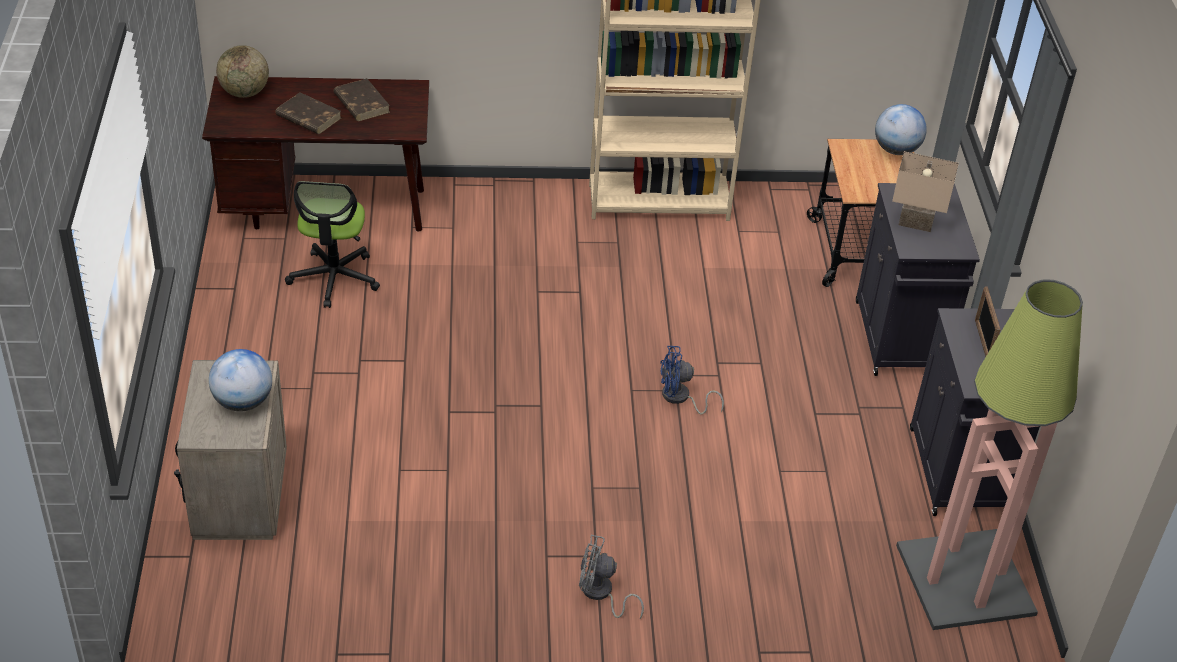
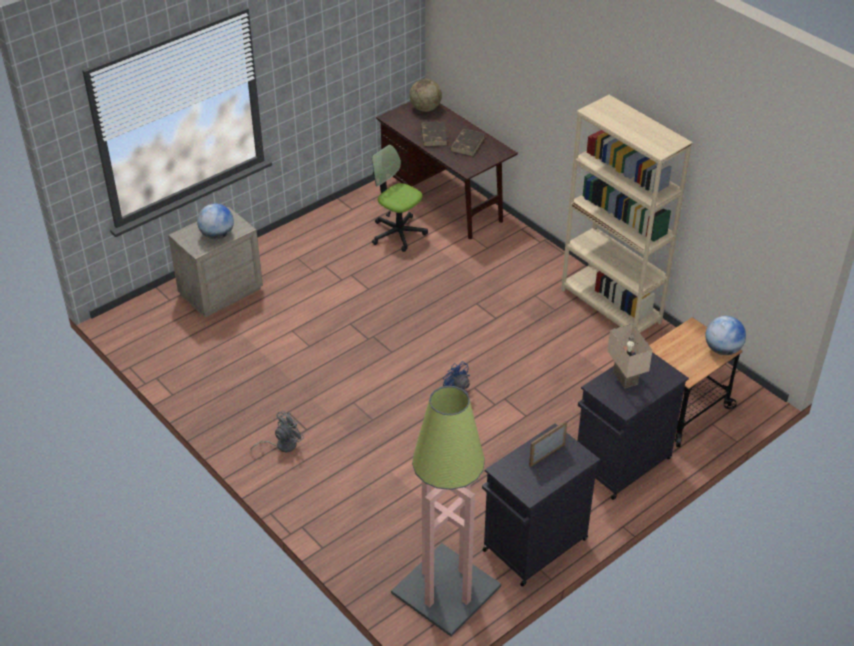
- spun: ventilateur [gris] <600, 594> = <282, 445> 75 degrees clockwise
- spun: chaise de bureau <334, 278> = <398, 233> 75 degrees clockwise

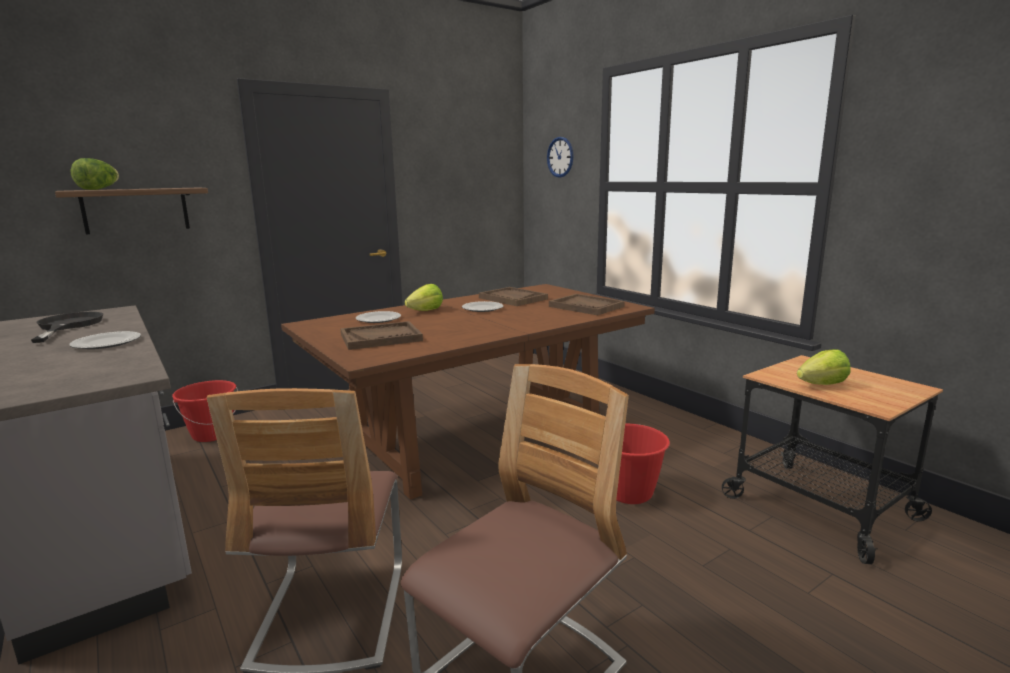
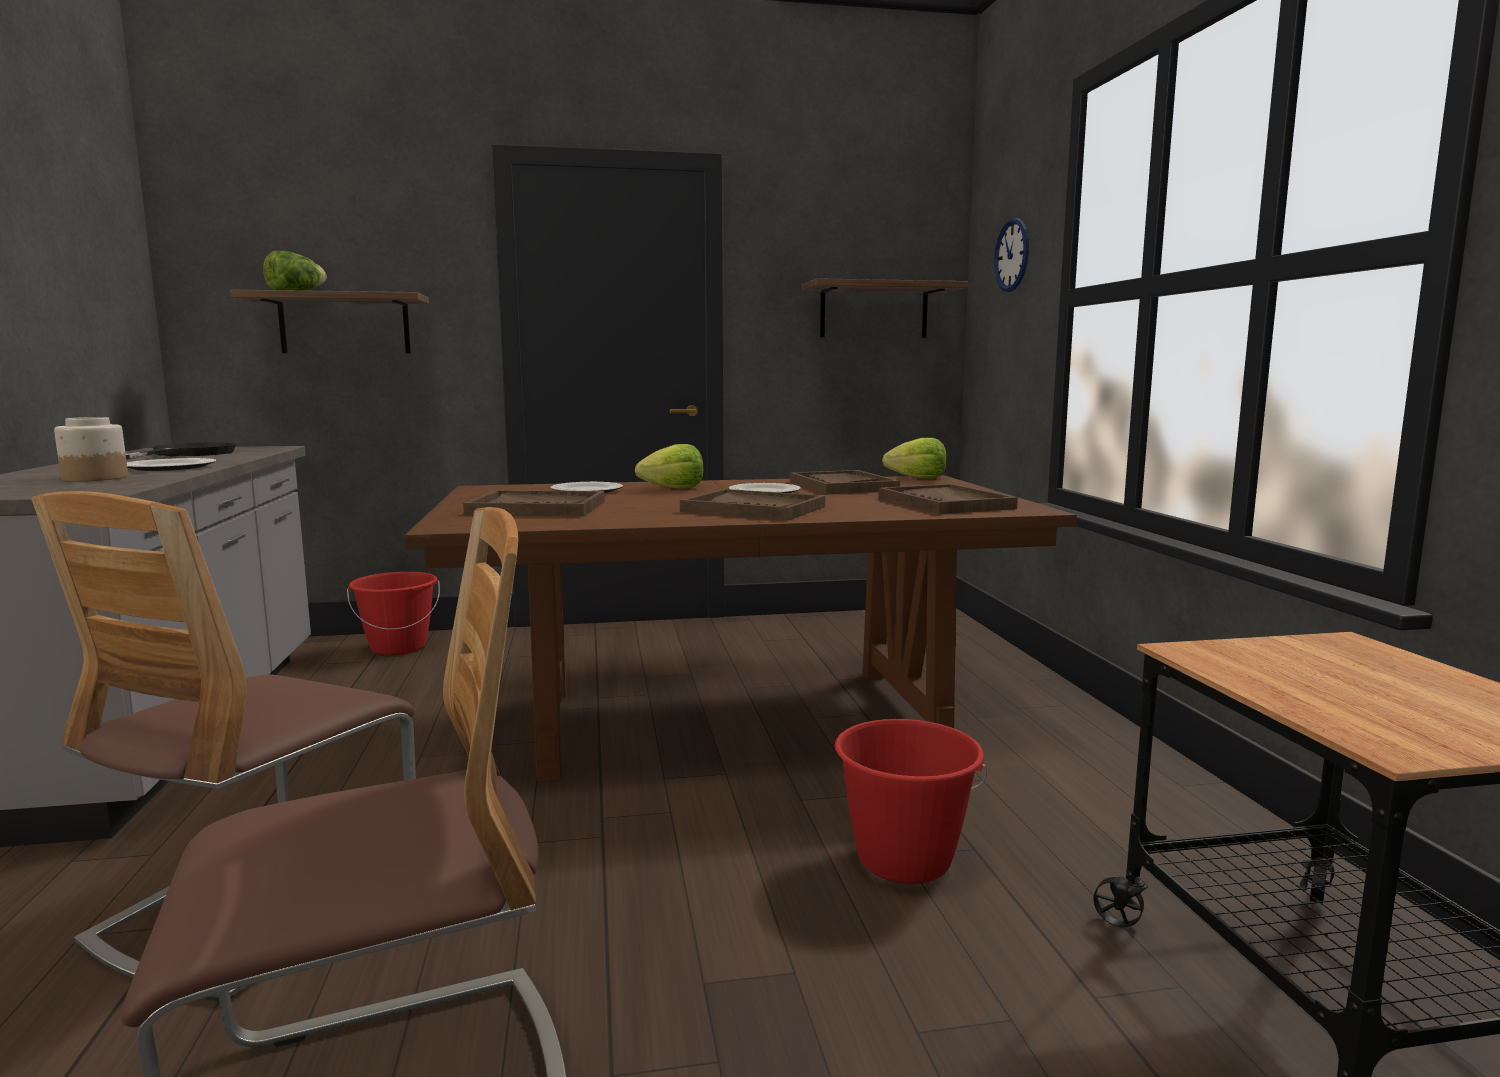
- appeared: bocal <94, 478>
- appeared: plateau [marron] <754, 509>
- appeared: étagère <874, 311>
- relocated: laitue <822, 385> to <918, 478>

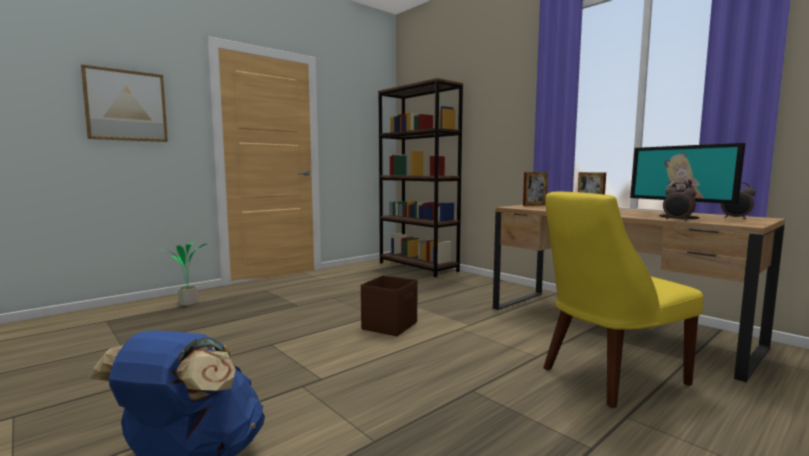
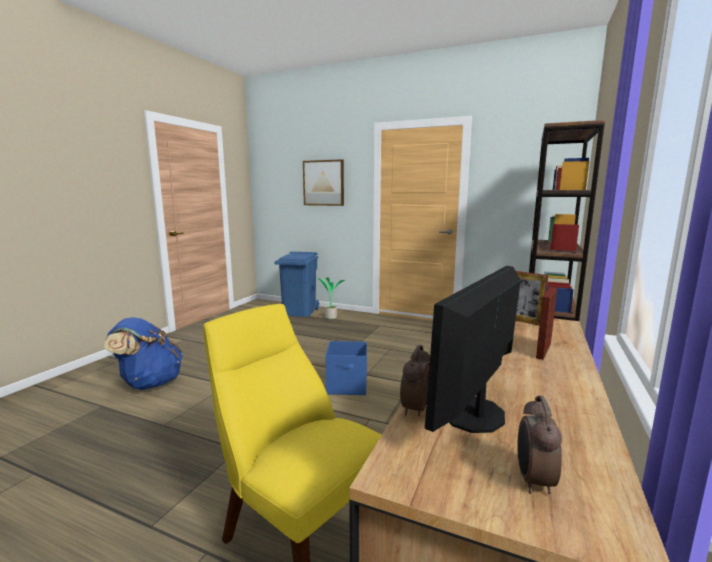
- appeared: poubelle [bleu] <299, 312>
- colour: boîte de rangement [marron] <390, 326> to boîte de rangement [bleu] <347, 386>

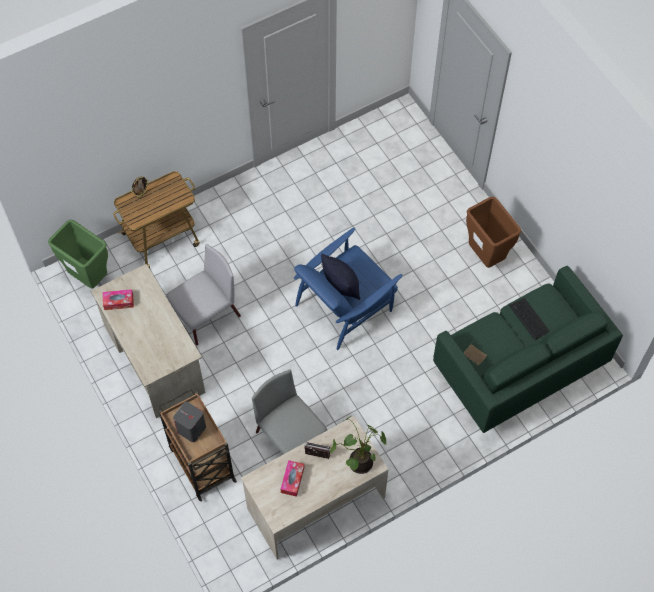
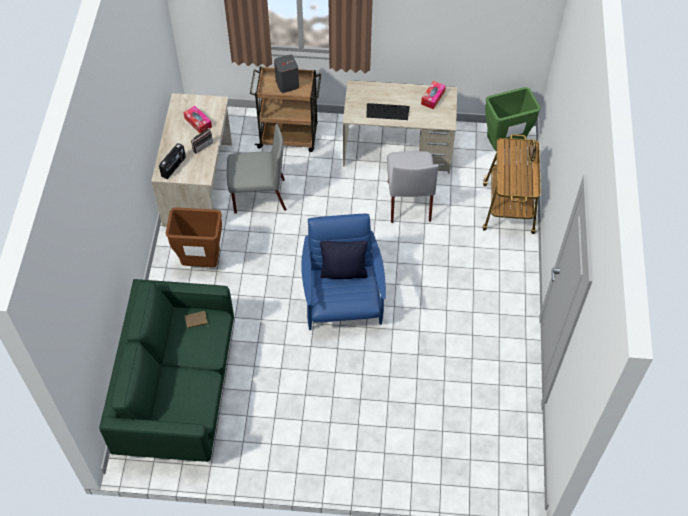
- exchanged: plante en pot <359, 461> to radio <174, 167>
- relocated: poubelle [marron] <486, 257> to <201, 263>
- relocated: clavier <529, 319> to <387, 112>

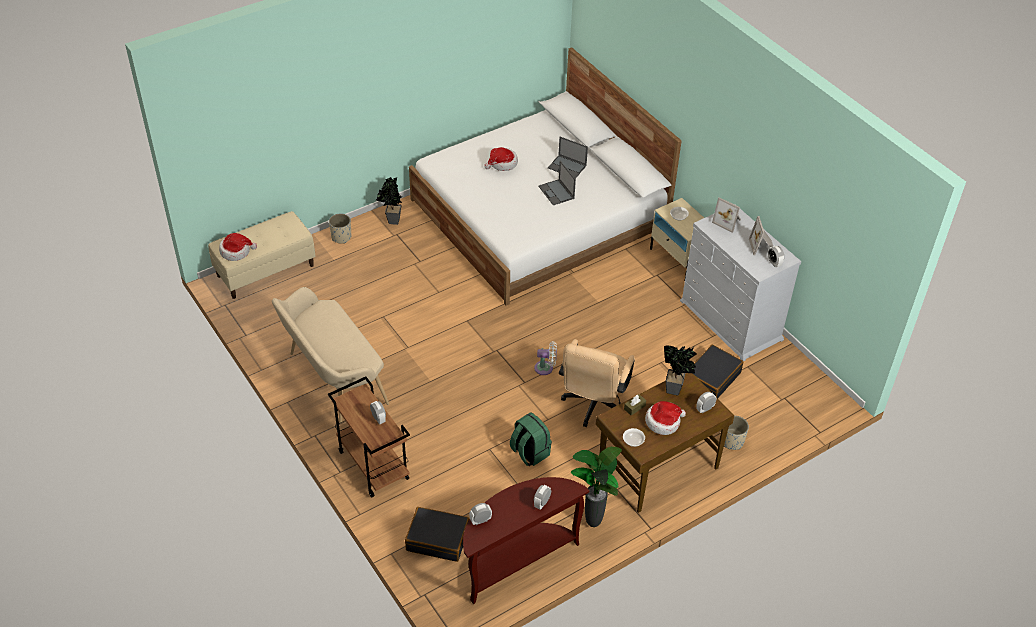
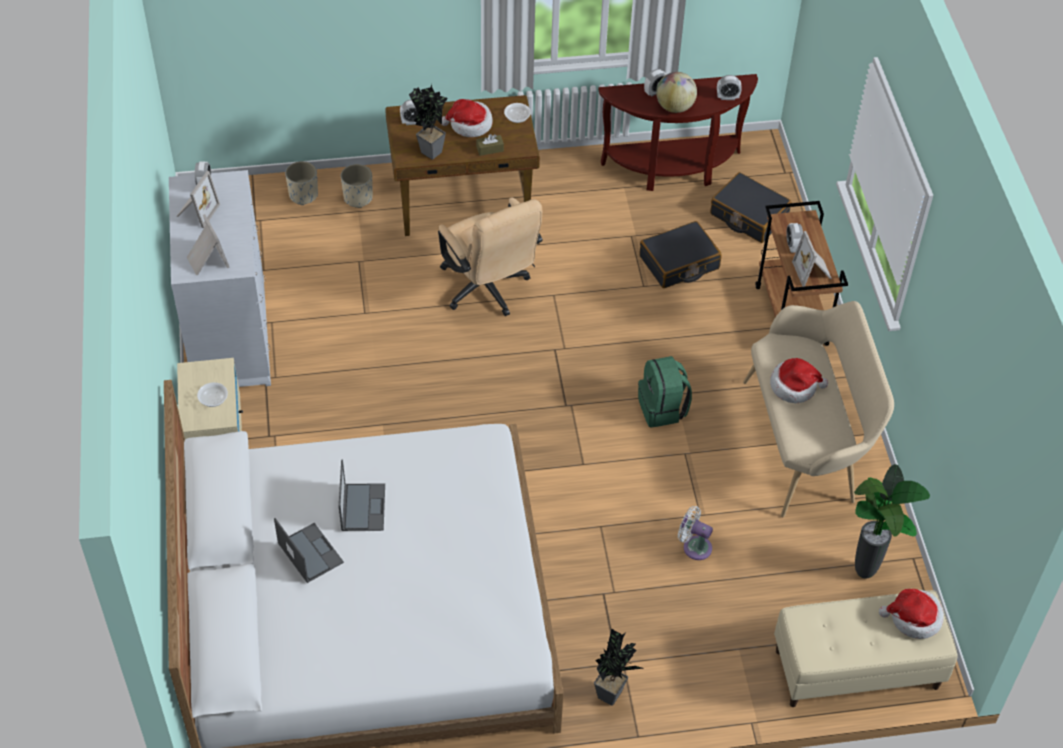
- relocated: cache-pot [beige] <341, 237> to <303, 195>
- spun: chaise de bureau [beige] <593, 406> = <488, 290> 105 degrees clockwise
- relocated: sac à dos [vert] <529, 452> to <662, 409>
- relocated: valise [noir] <712, 378> to <679, 263>
- appeared: globe <675, 107>
- relocated: ventilateur [blanc] <546, 368> to <694, 546>
- relocated: chapeau <502, 164> to <794, 386>
- appeared: cadre photo <813, 271>
- relocated: plante en pot <592, 522> to <866, 573>

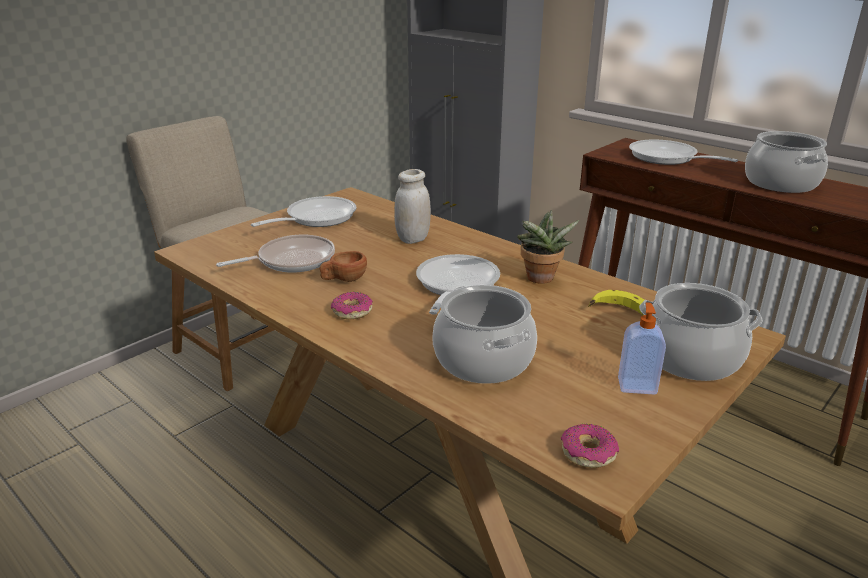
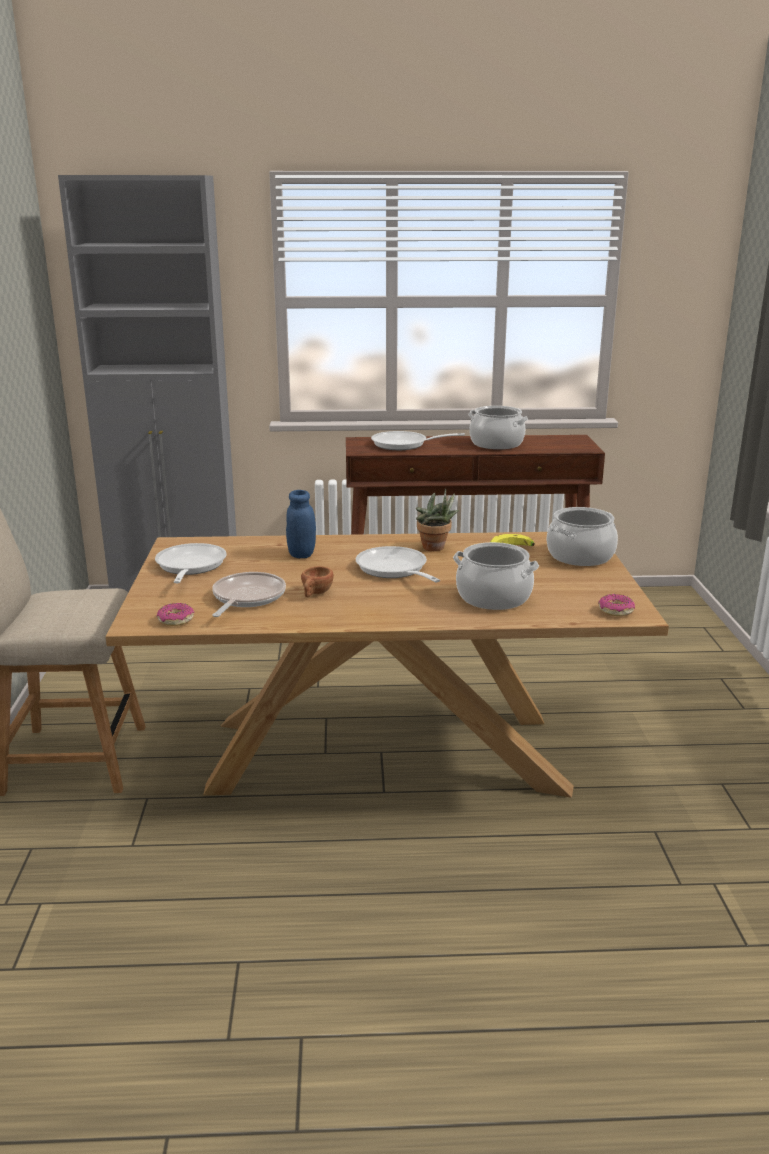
- relocated: beignet <352, 312> to <175, 620>
- colour: bocal [blanc] <413, 239> to bocal [bleu] <301, 554>
- missing: distributeur de savon <636, 385>

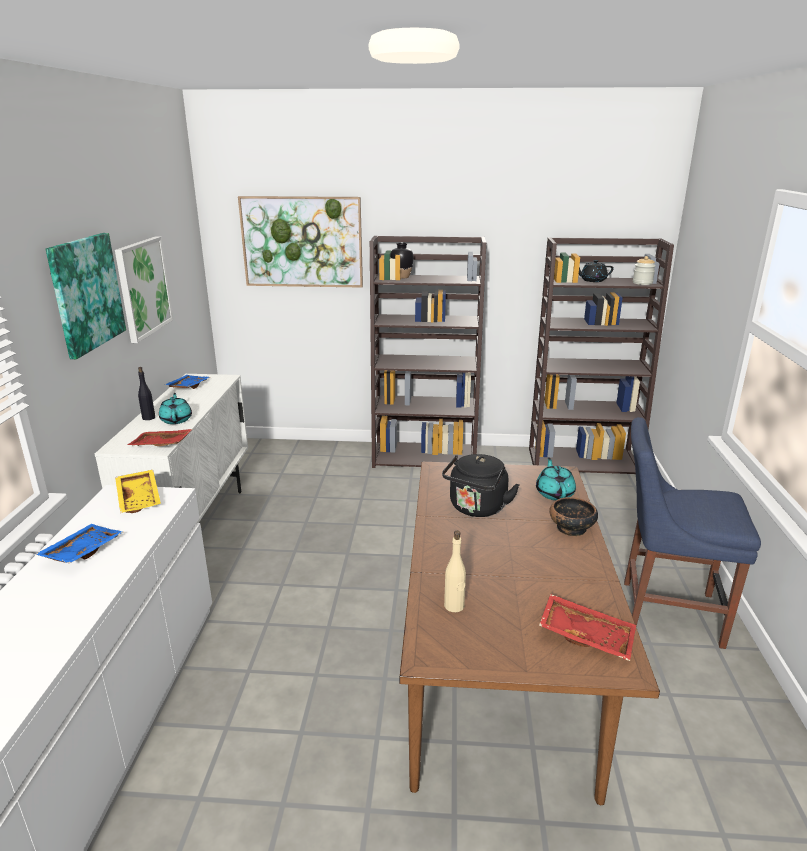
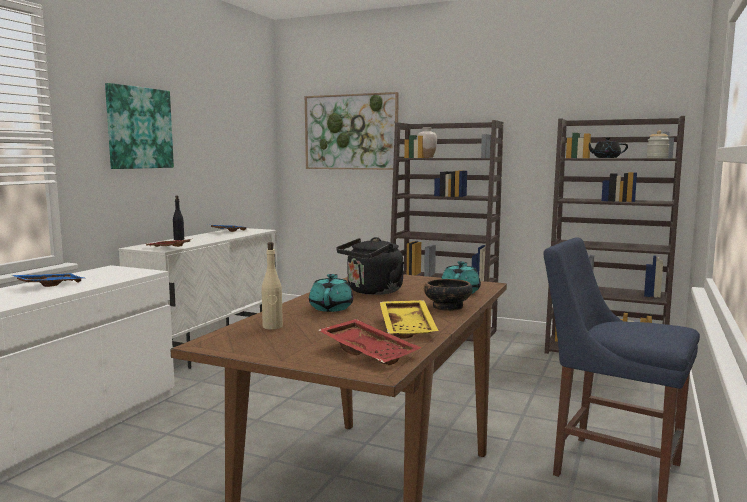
- relocated: théière [turquoise] <176, 419> to <331, 308>
- relocated: plateau [jaune] <140, 498> to <408, 327>
- colour: vase [noir] <401, 277> to vase [blanc] <426, 157>
- missing: tableau <143, 287>

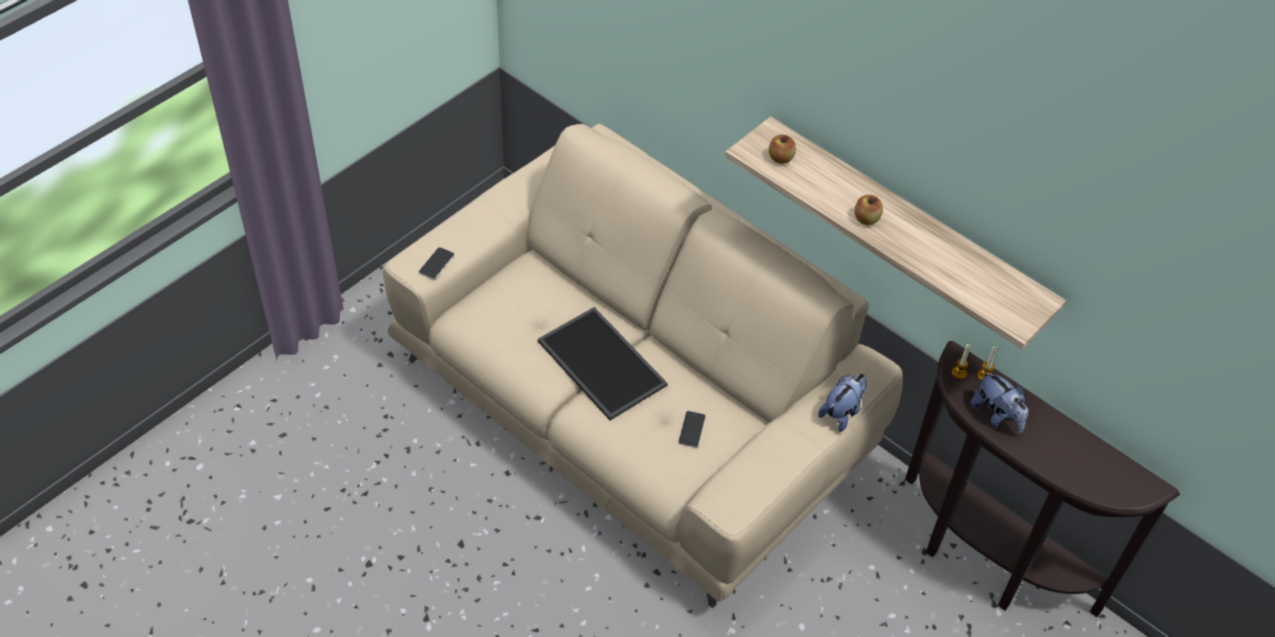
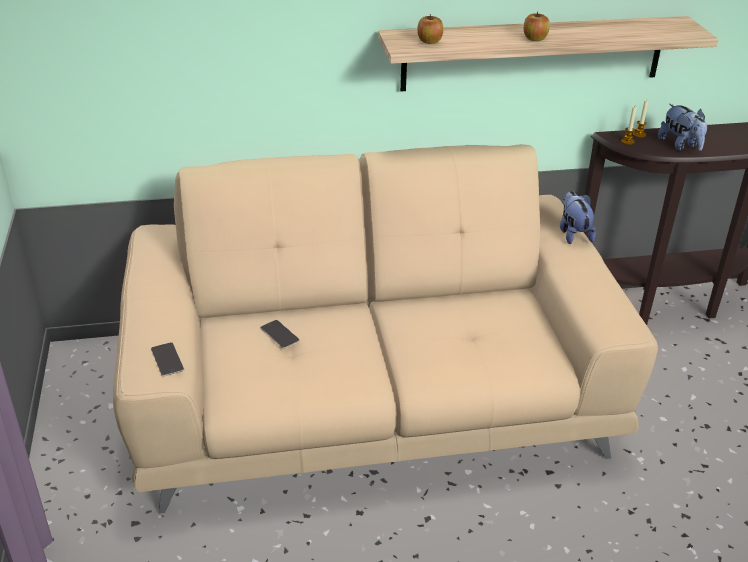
- relocated: téléphone <692, 429> to <279, 334>
- spun: peluche <996, 416> = <680, 145> 60 degrees clockwise
- missing: plateau <599, 363>

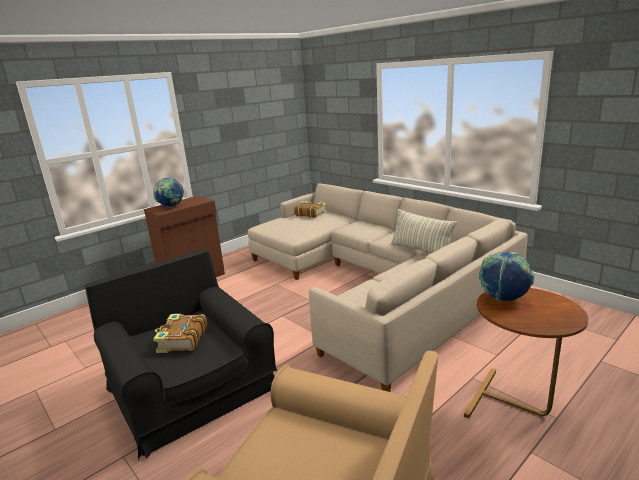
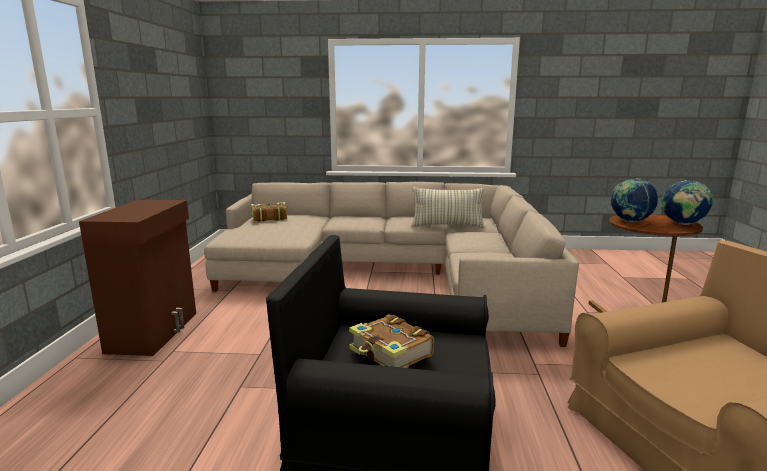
- relocated: globe <171, 207> to <682, 224>

